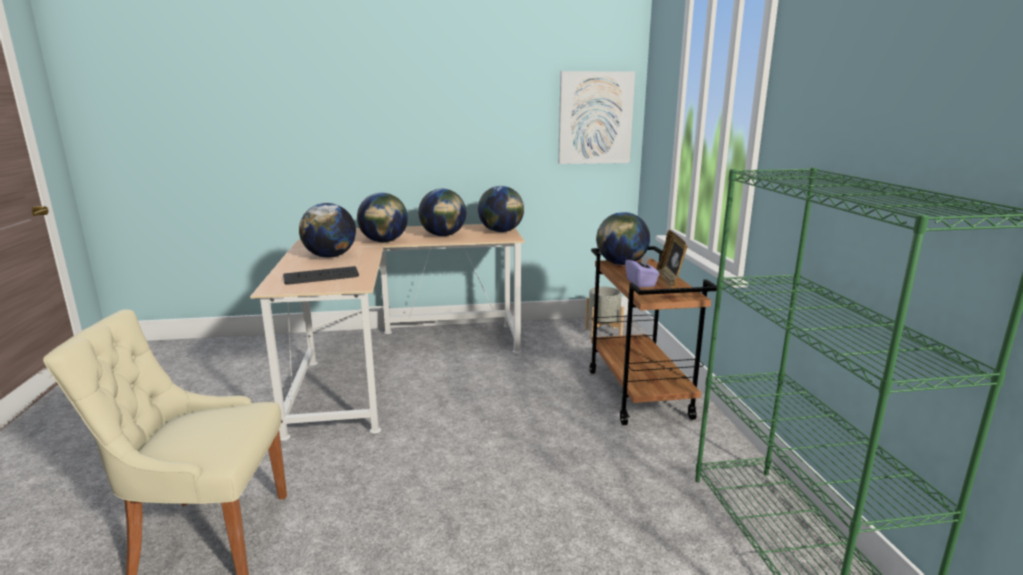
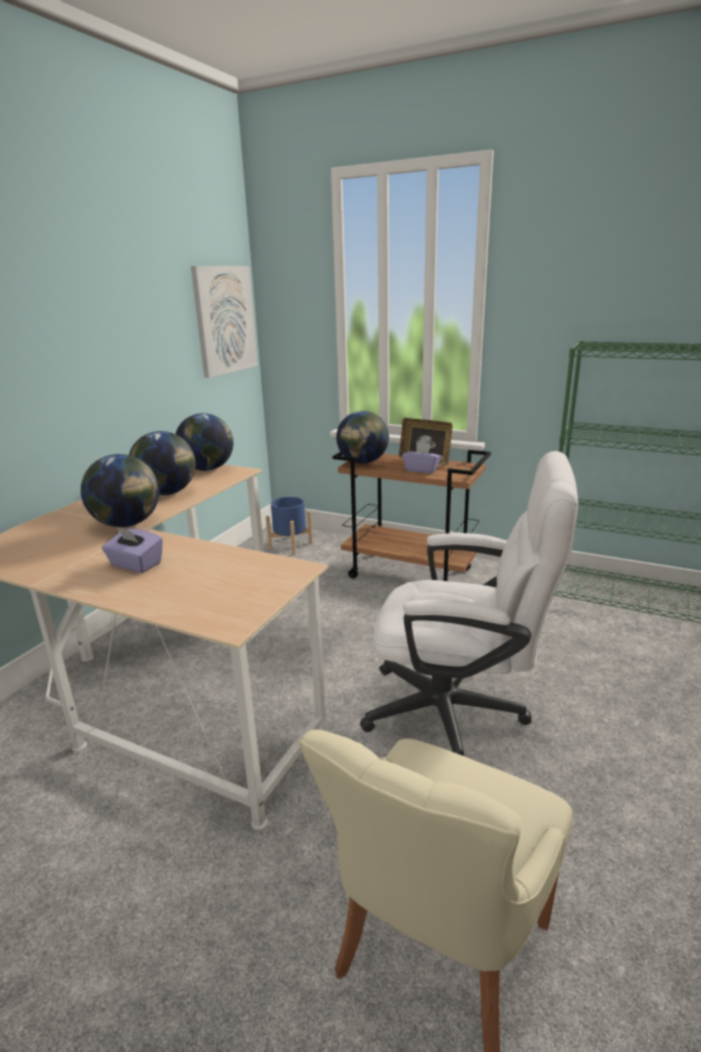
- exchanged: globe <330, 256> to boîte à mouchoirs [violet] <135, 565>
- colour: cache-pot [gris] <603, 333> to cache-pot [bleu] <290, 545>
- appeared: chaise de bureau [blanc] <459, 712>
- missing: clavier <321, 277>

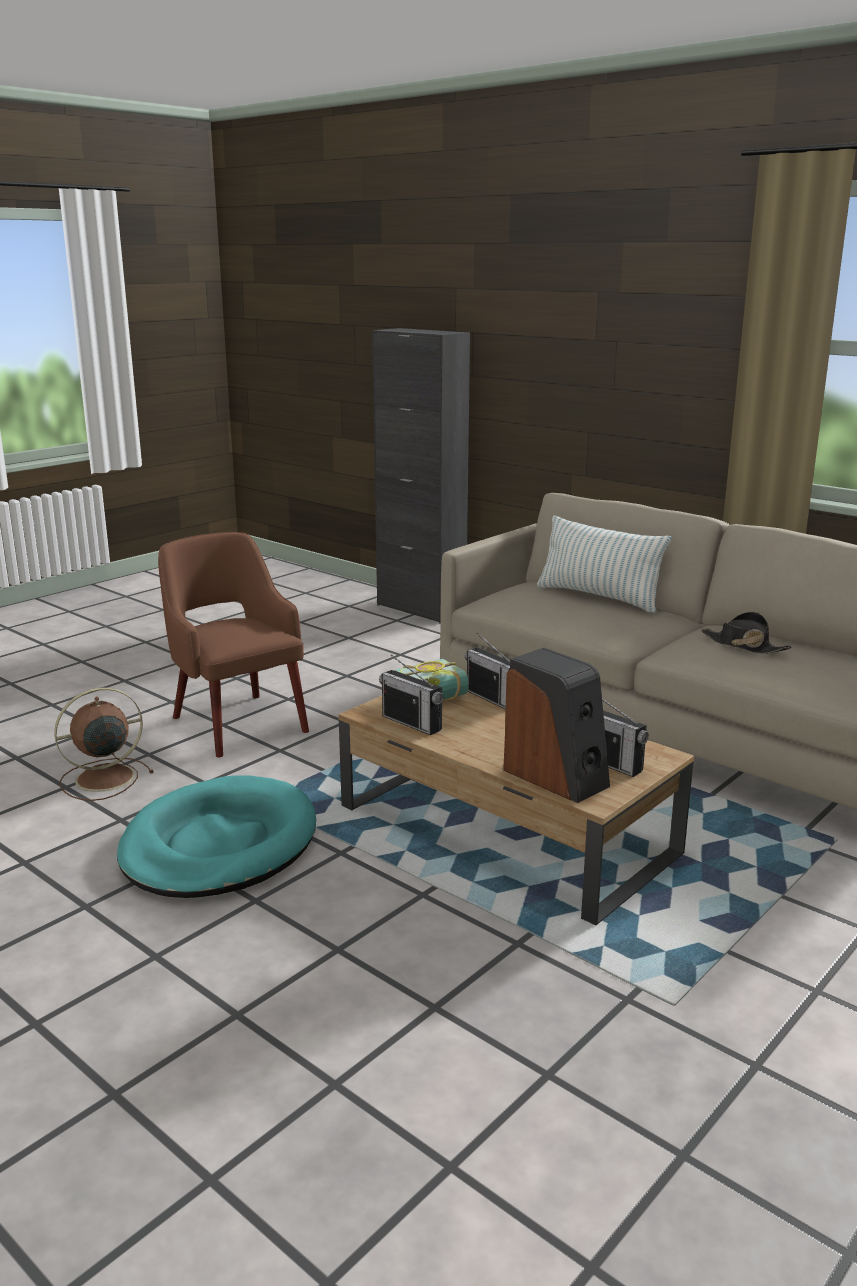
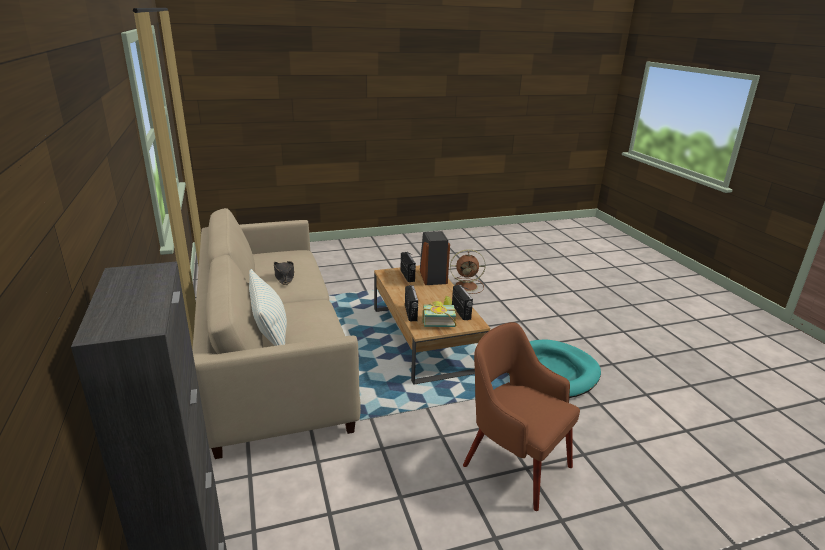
- relocated: ventilateur [marron] <102, 779> to <467, 286>
- spun: fauteuil [marron] <238, 723> = <515, 464> 135 degrees clockwise

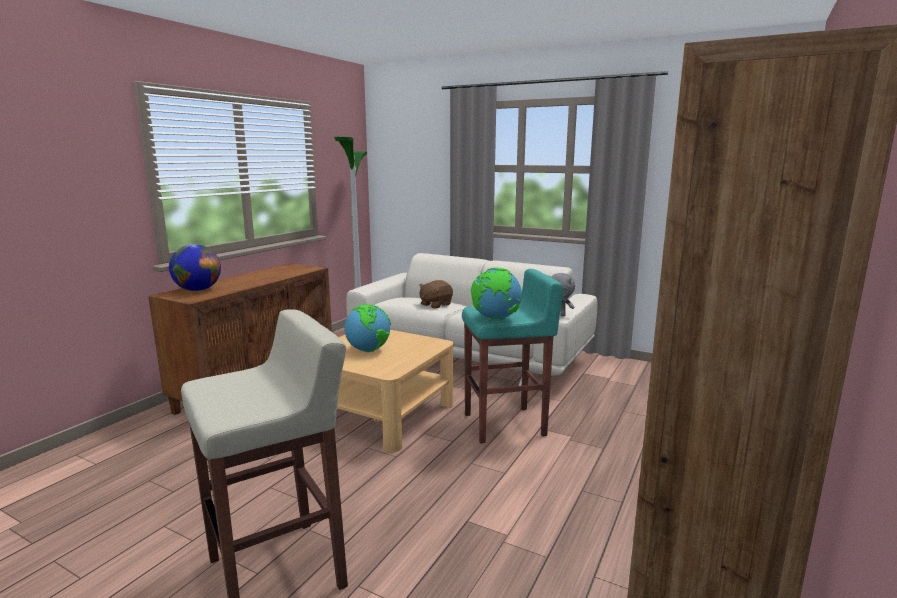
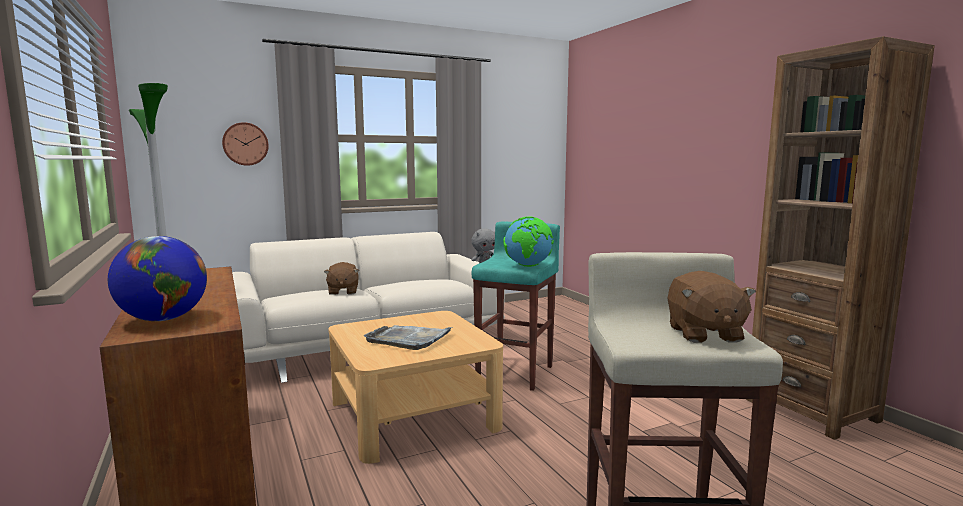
- appeared: horloge murale <245, 144>
- exchanged: globe <368, 350> to plateau [gris] <408, 339>
- appeared: peluche [marron] <703, 334>

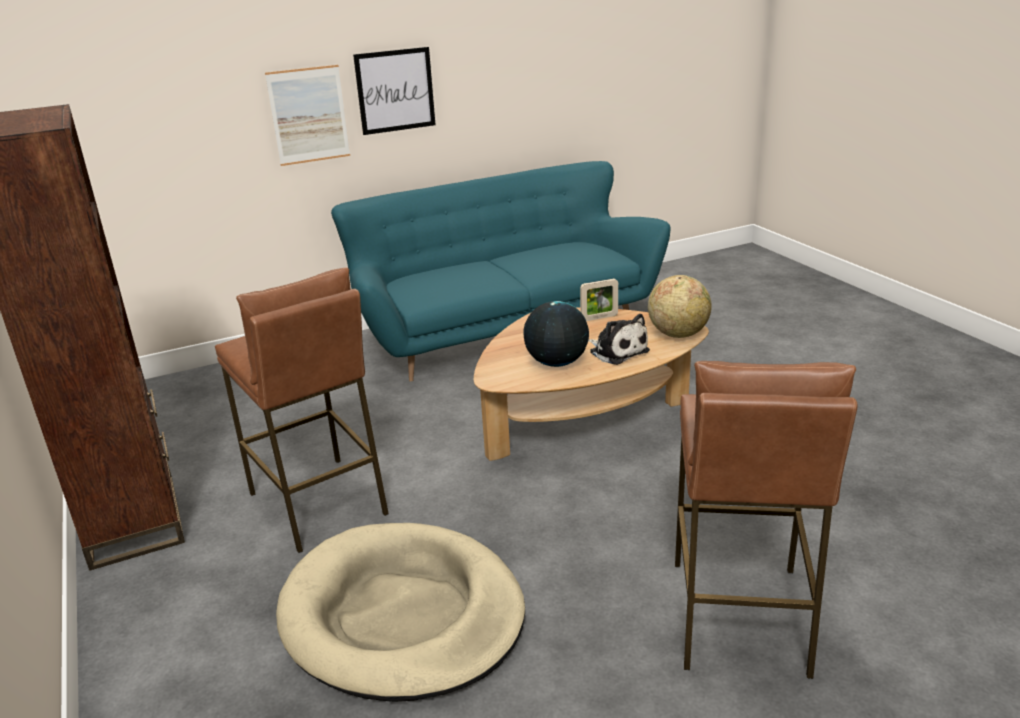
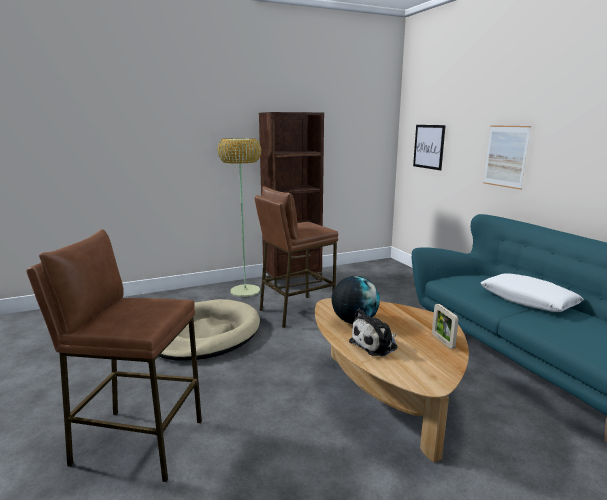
- appeared: lampadaire <245, 291>
- relocated: tableau <395, 90> to <429, 146>
- appeared: coussin [blanc] <528, 300>
- missing: globe <678, 334>

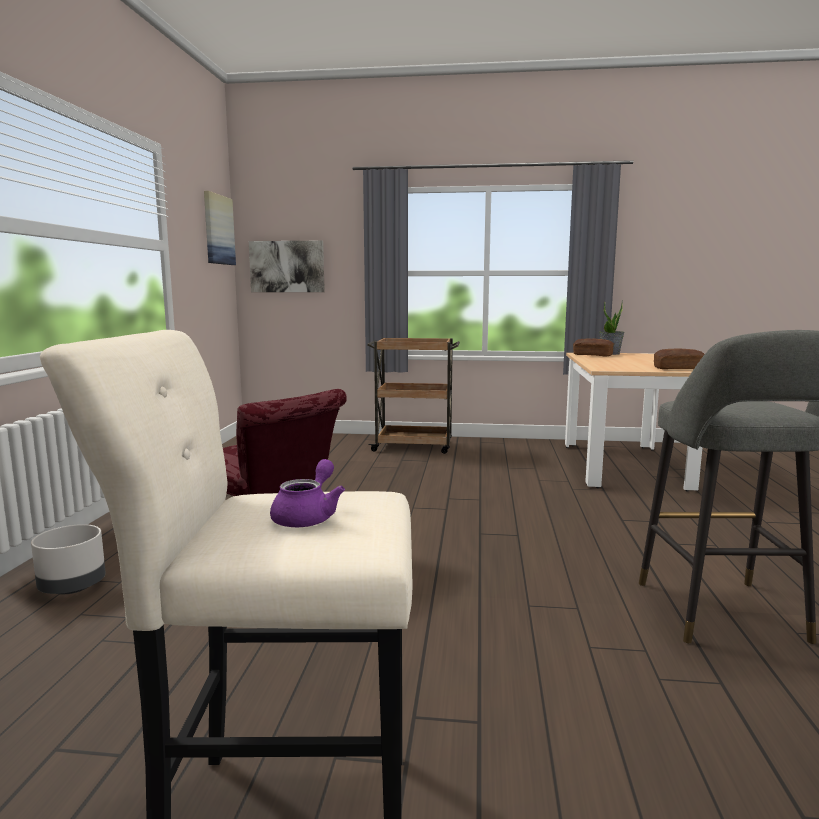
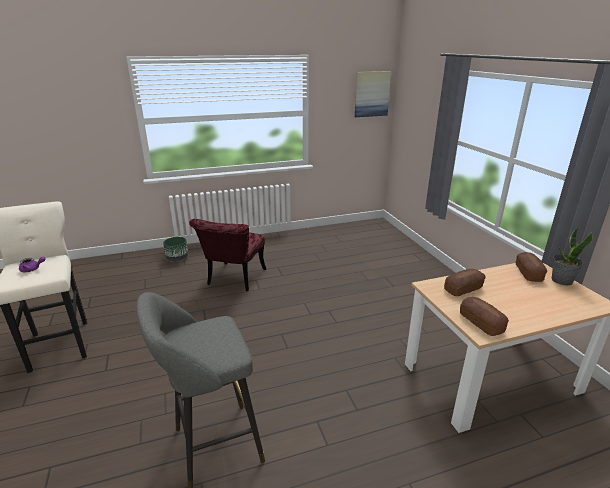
- colour: cache-pot [gris] <72, 588> to cache-pot [vert] <177, 259>
- appeared: pain <463, 289>
- missing: tableau <287, 266>
- missing: chariot [marron] <414, 446>

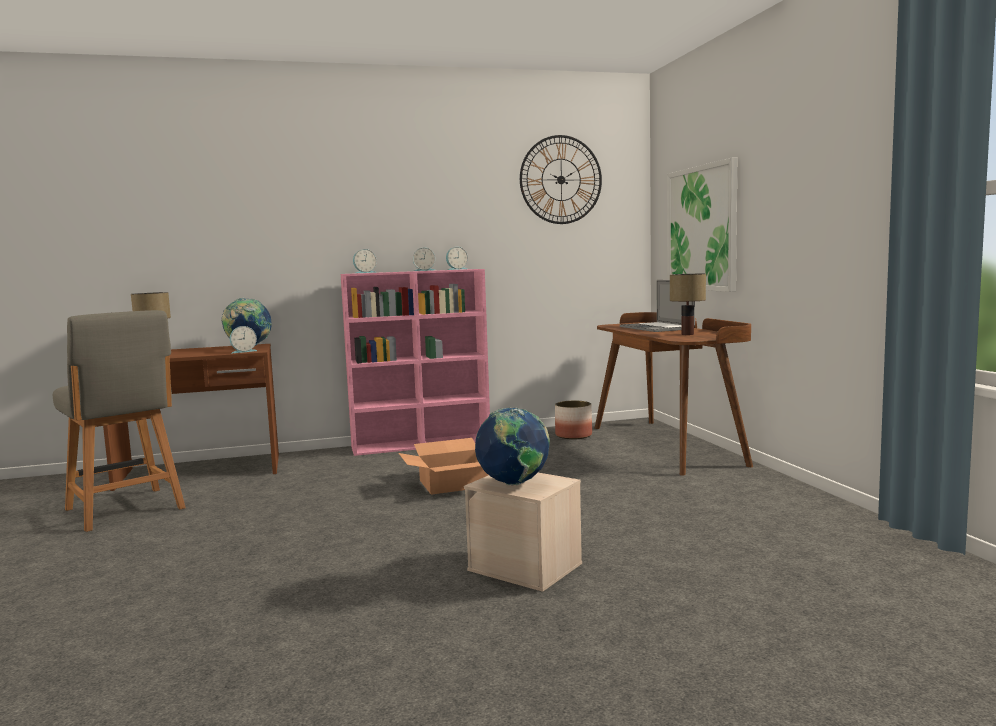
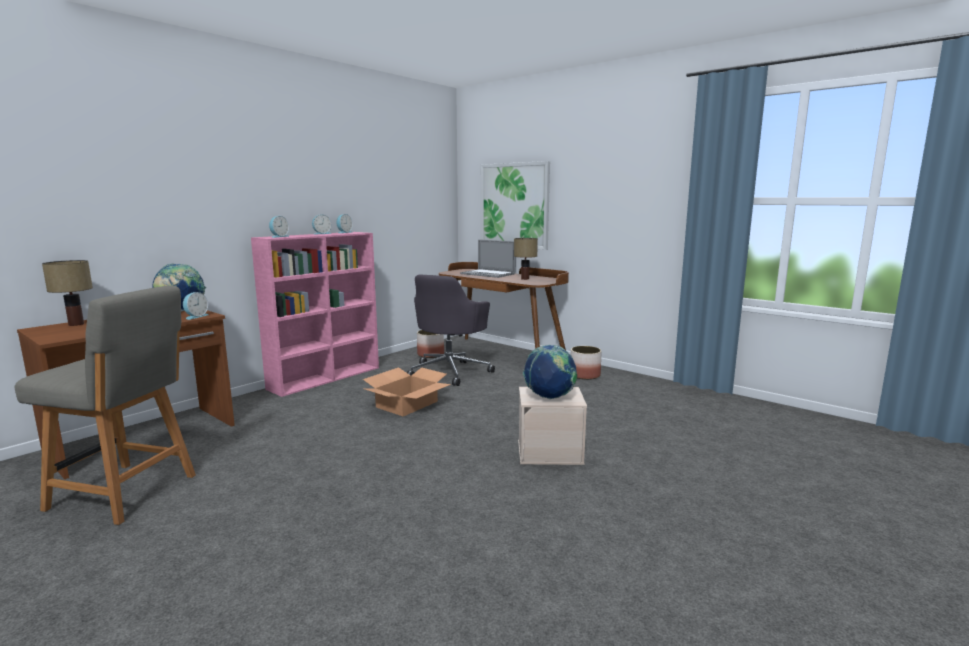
- appeared: chaise de bureau [gris] <450, 371>
- appeared: cache-pot <585, 375>
- missing: horloge murale <561, 180>

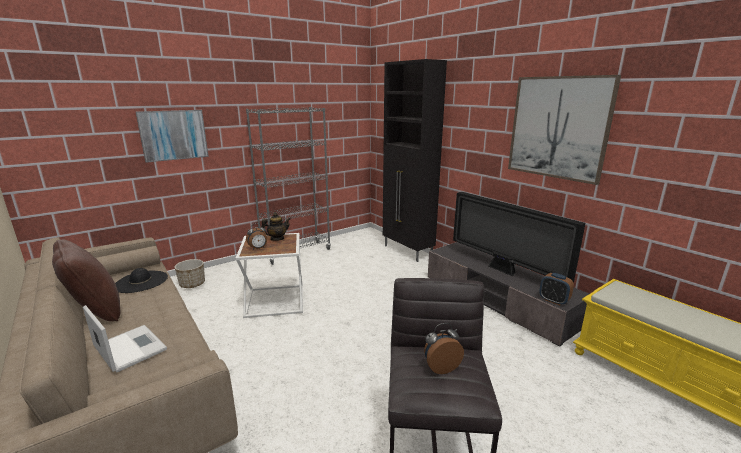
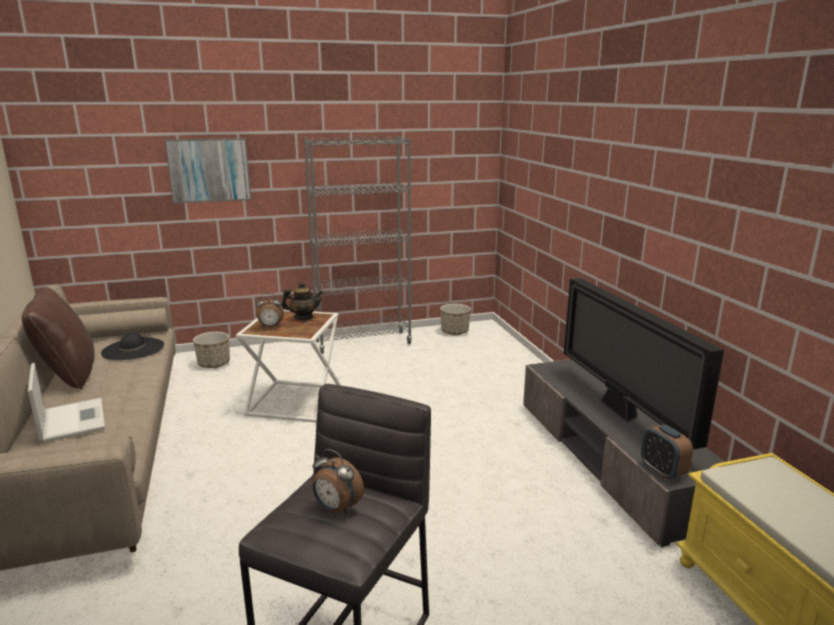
- spun: réveil <440, 367> = <336, 508> 150 degrees counterclockwise
- appeared: cache-pot <455, 332>
- missing: meuble de rangement [noir] <408, 251>
- missing: tableau <558, 128>

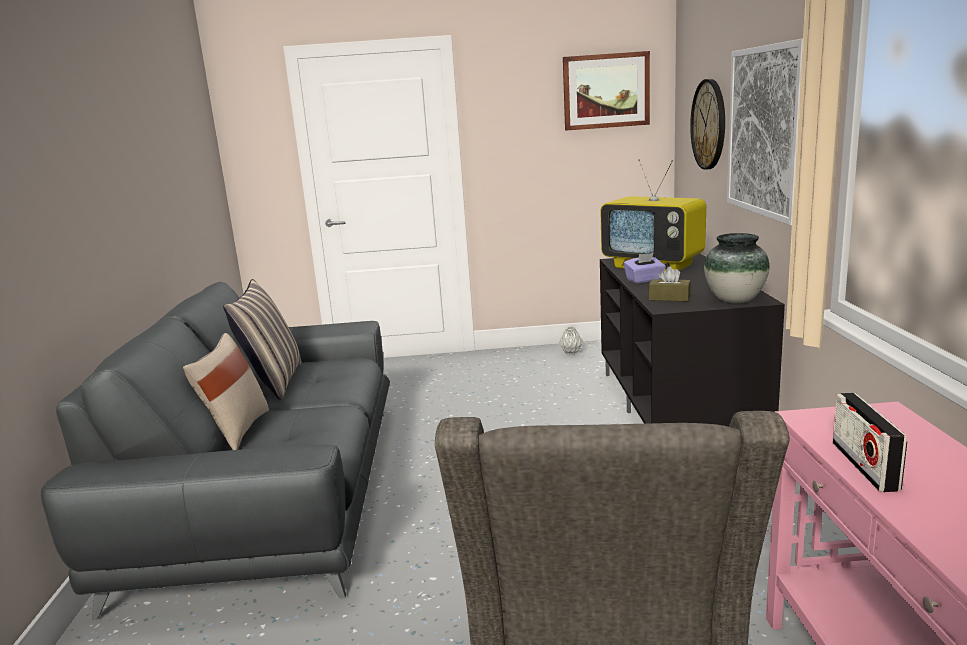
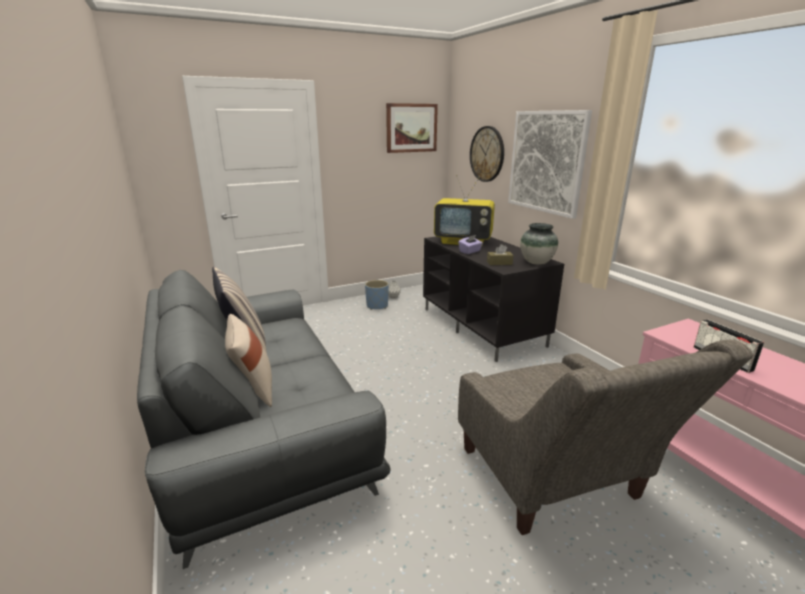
- appeared: cache-pot [bleu] <377, 306>

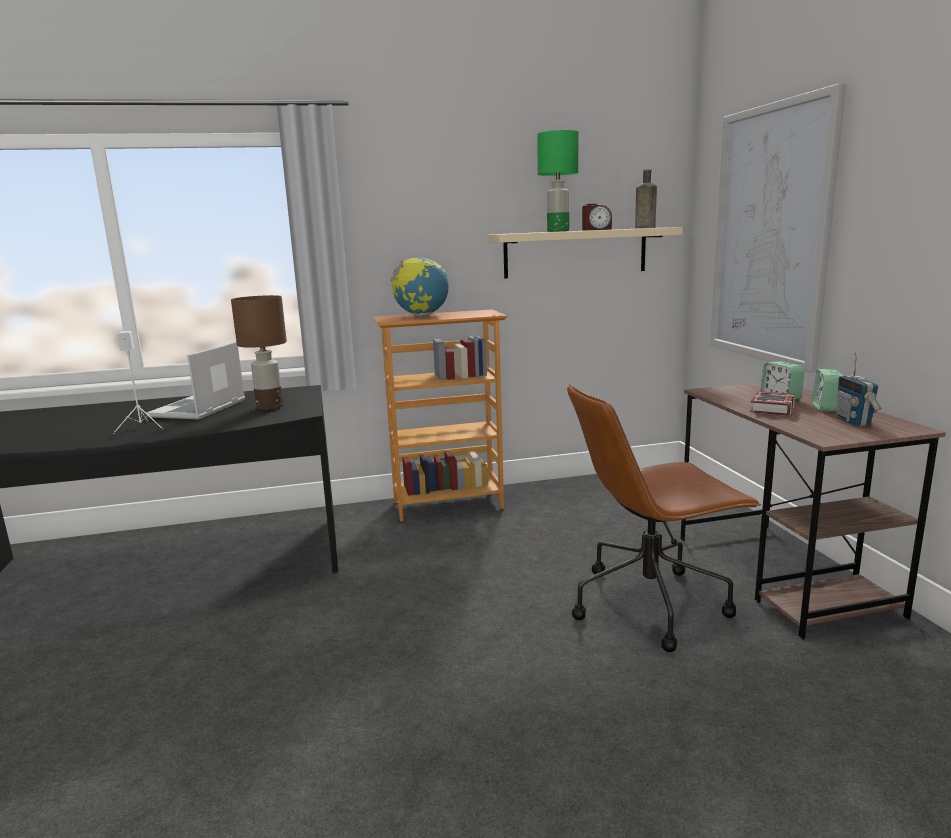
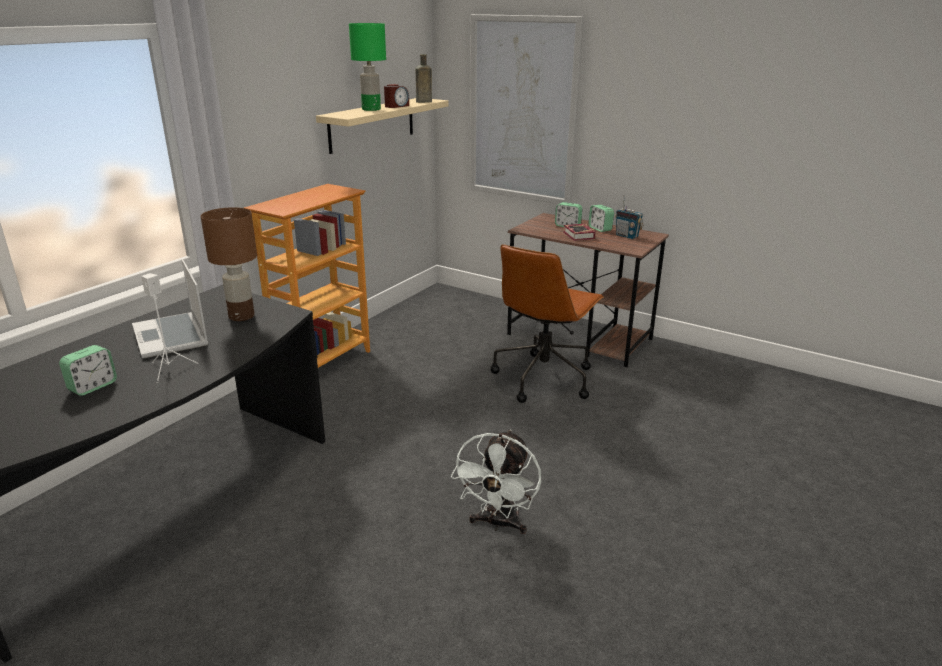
- appeared: réveil <93, 386>
- appeared: ventilateur [blanc] <498, 523>
- missing: globe <422, 316>

